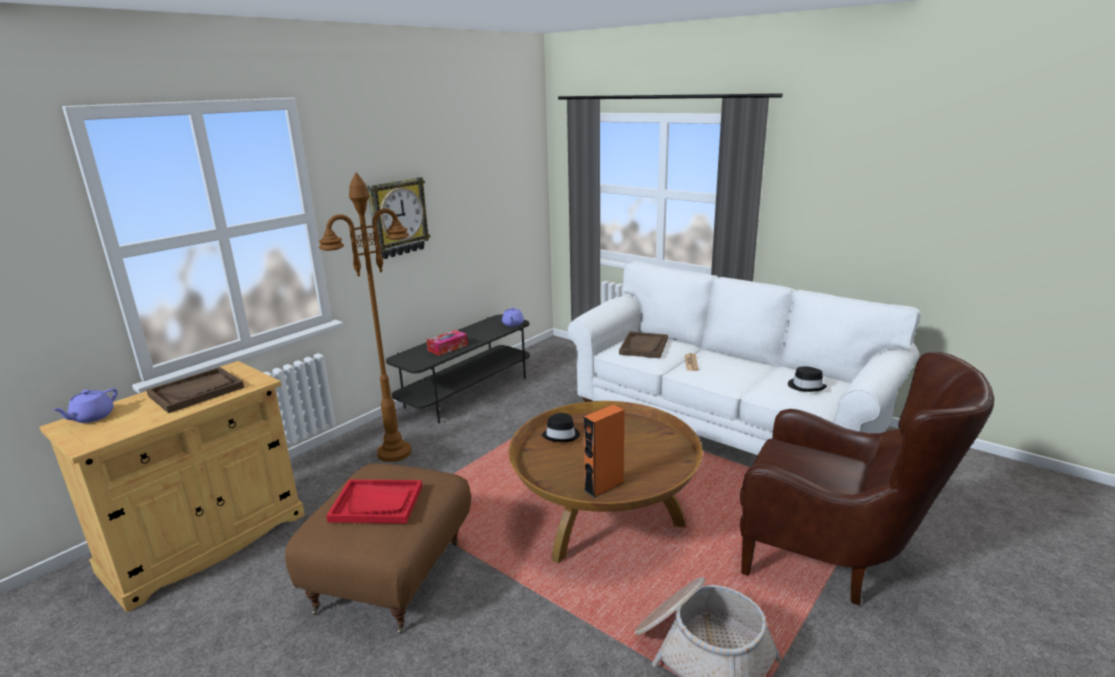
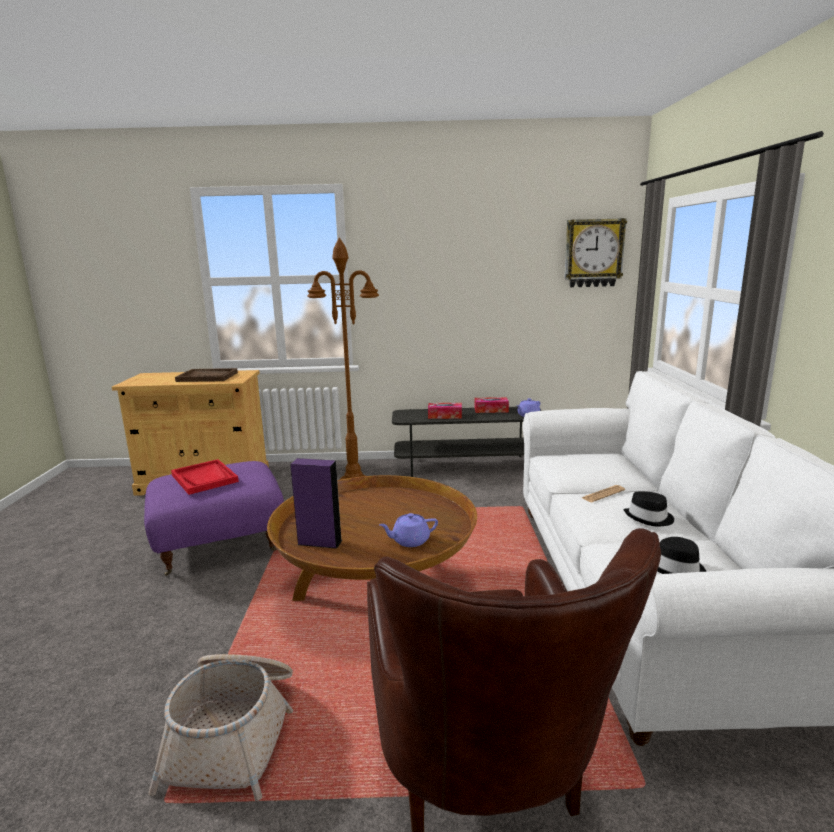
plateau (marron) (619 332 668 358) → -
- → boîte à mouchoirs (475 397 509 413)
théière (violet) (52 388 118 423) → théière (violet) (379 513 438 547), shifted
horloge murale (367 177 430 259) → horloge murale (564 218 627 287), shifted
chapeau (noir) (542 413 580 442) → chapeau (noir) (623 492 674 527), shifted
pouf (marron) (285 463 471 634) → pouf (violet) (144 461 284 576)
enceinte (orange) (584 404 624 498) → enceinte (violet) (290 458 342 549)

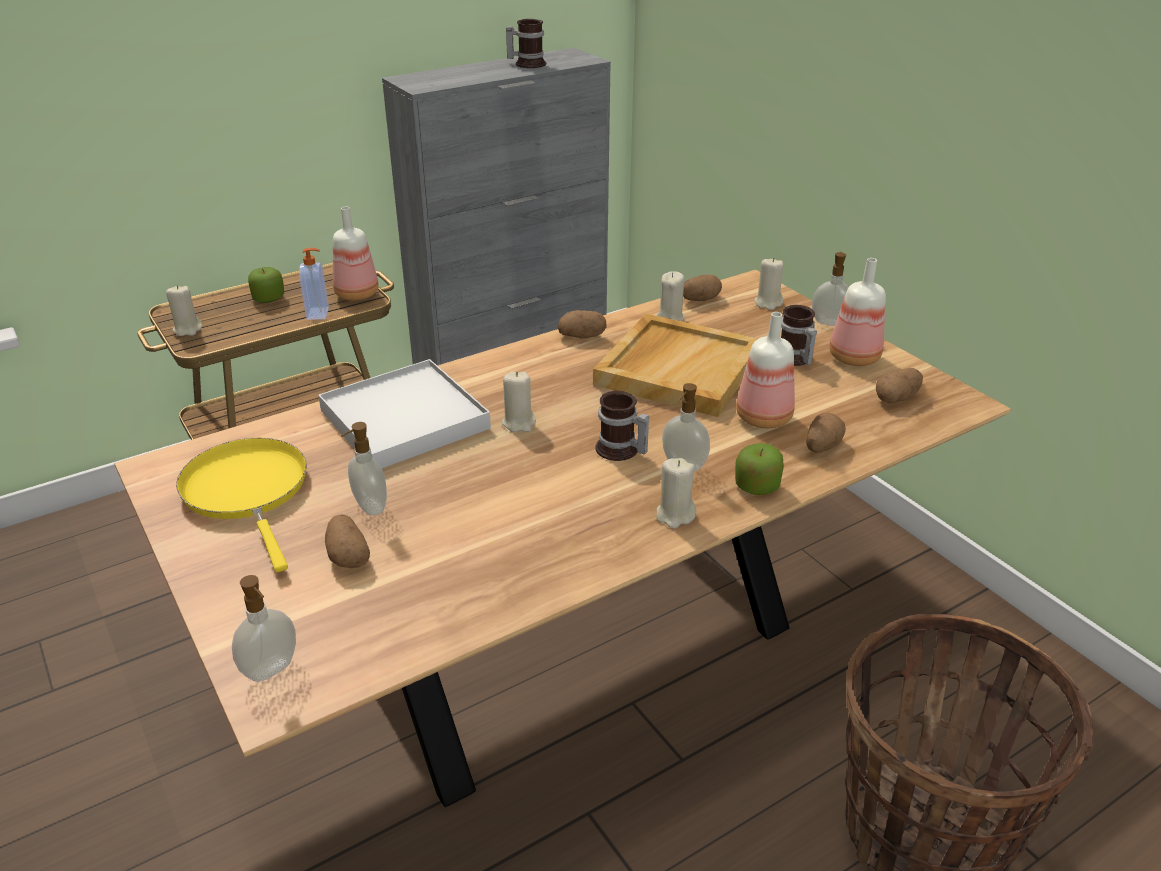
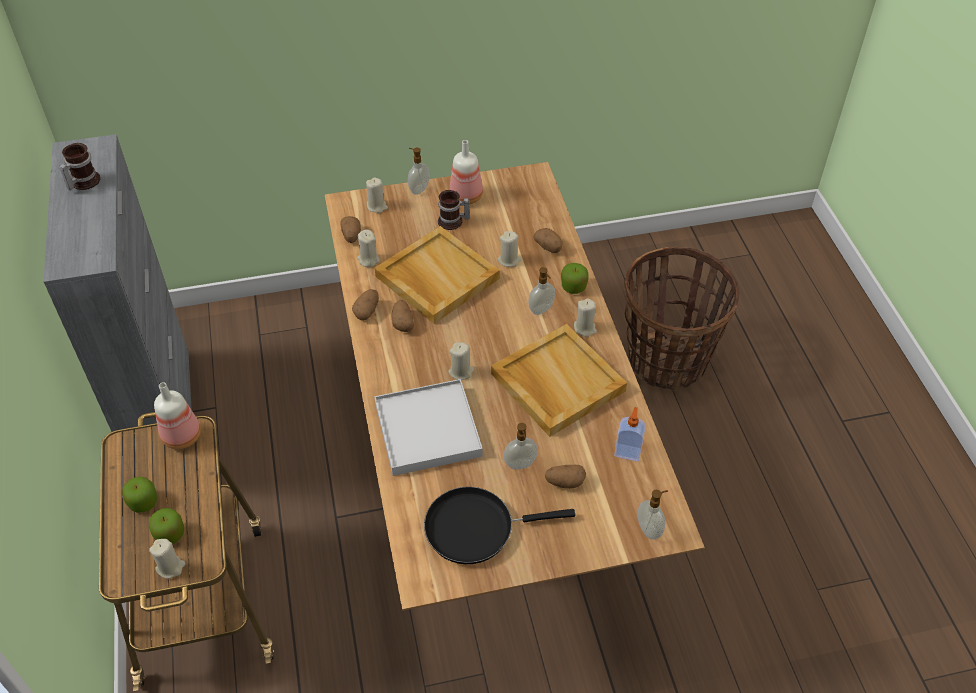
mug (595 391 649 461) → -
- → pomme (149 508 184 544)
- → plateau (beige) (491 324 627 437)
distributeur de savon (299 248 329 320) → distributeur de savon (614 407 646 462), shifted
pomme de terre (876 368 923 403) → pomme de terre (391 300 414 332), shifted
bouteille (736 312 795 428) → bougie (beige) (498 231 521 267)
poêle (jaune) (176 438 307 572) → poêle (noir) (424 487 575 564)

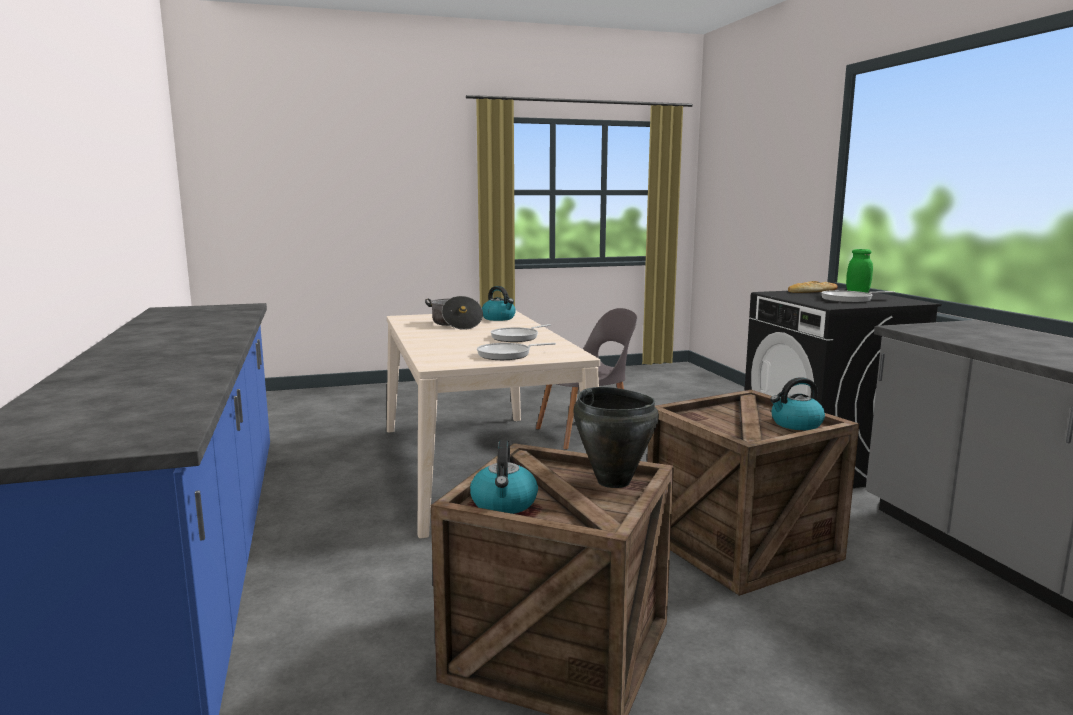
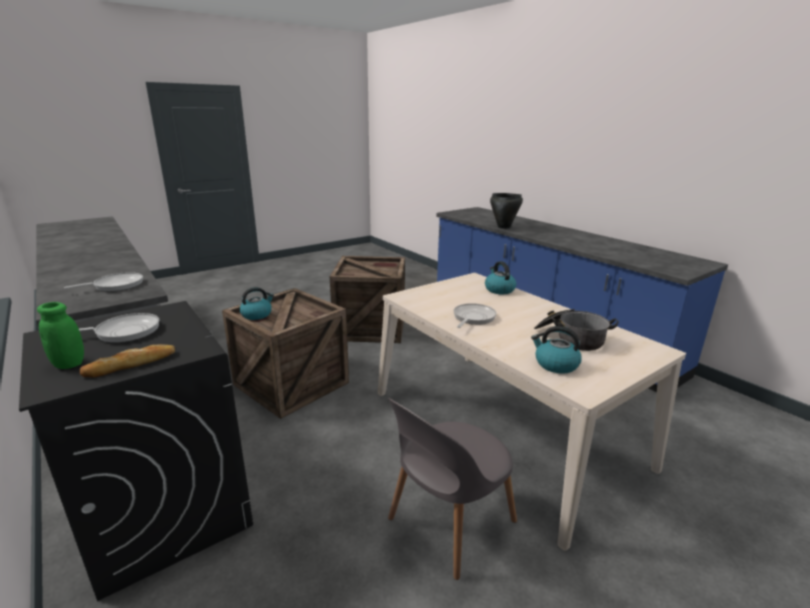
bouilloire (470 440 538 514) → bouilloire (485 261 516 294), shifted
poêle (477 343 556 360) → poêle (64 272 143 292), shifted
marmite (noir) (573 387 659 488) → marmite (noir) (490 193 523 229), shifted

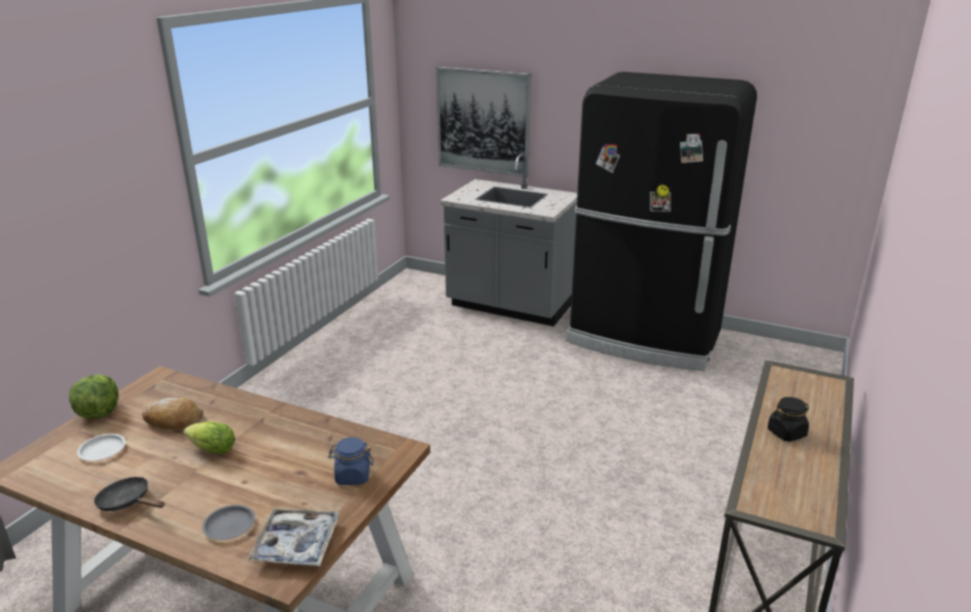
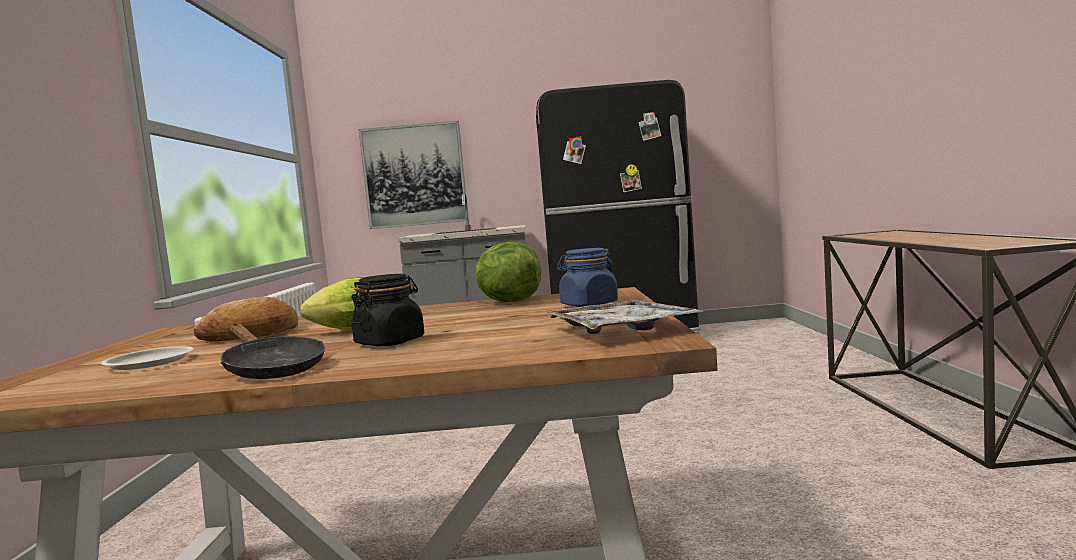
assiette (gris) (202 505 255 540) → -
laitue (69 374 119 419) → laitue (475 242 541 302), shifted
bocal (noir) (768 397 809 442) → bocal (noir) (351 274 424 346), shifted
poêle (noir) (94 477 165 511) → poêle (noir) (221 323 325 379), 135 degrees counterclockwise

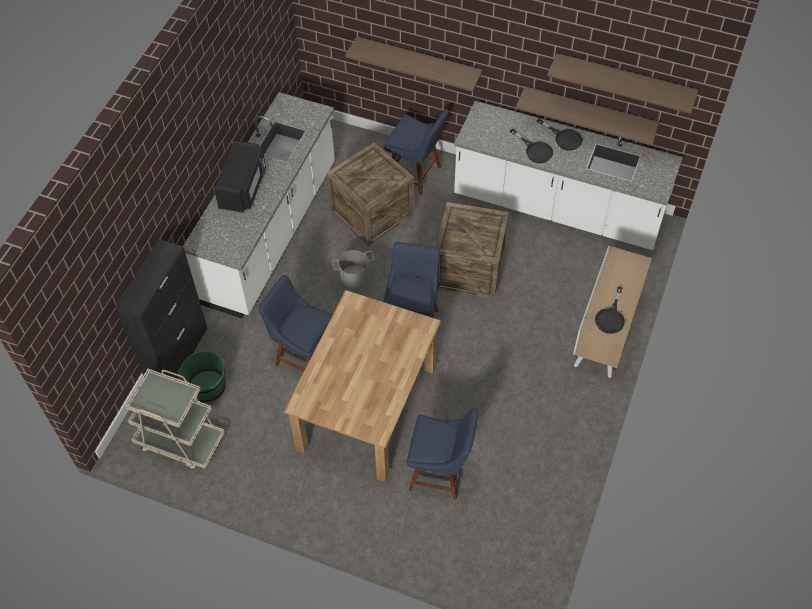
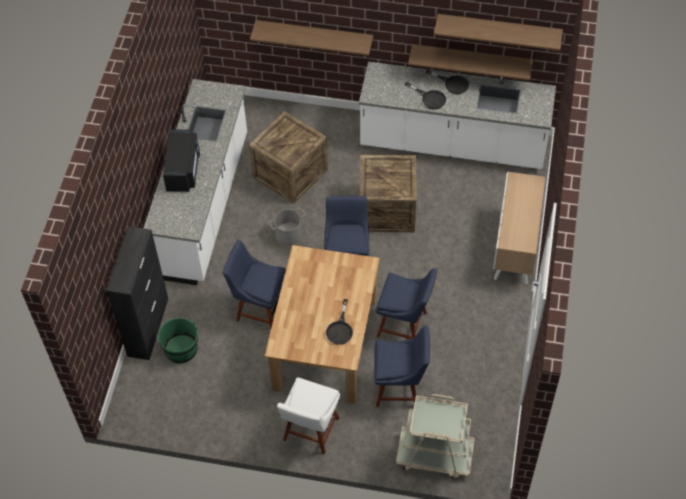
- → chaise (blanc) (277 377 340 455)
chariot (beige) (125 369 225 469) → chariot (beige) (396 394 475 479), shifted
chaise (bleu) (384 109 449 195) → chaise (bleu) (376 268 437 339), shifted
poêle (noir) (595 286 625 334) → poêle (noir) (326 299 353 345), shifted

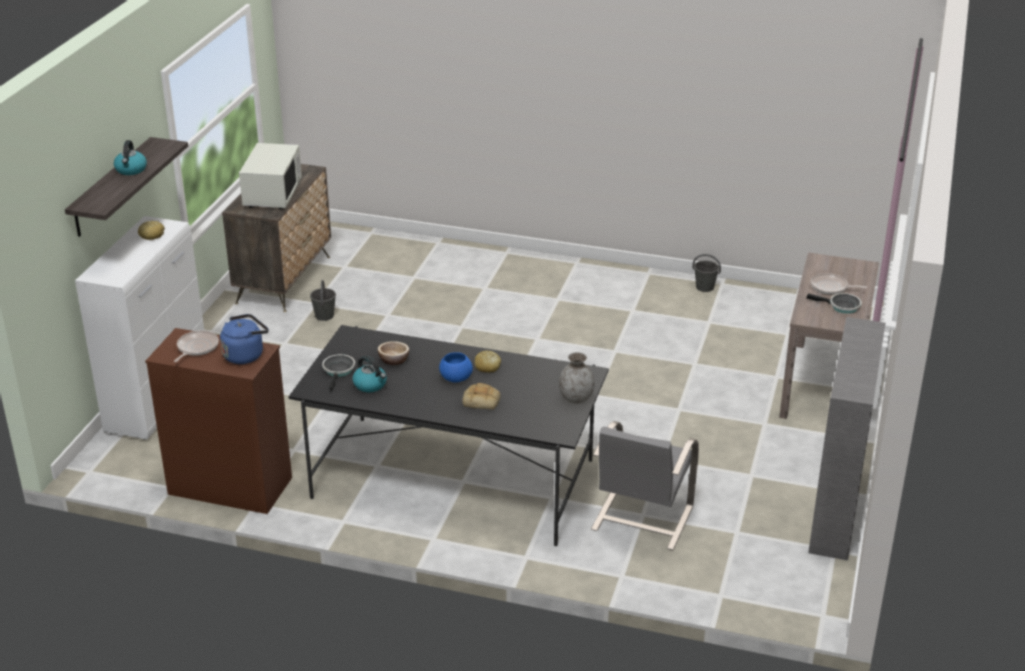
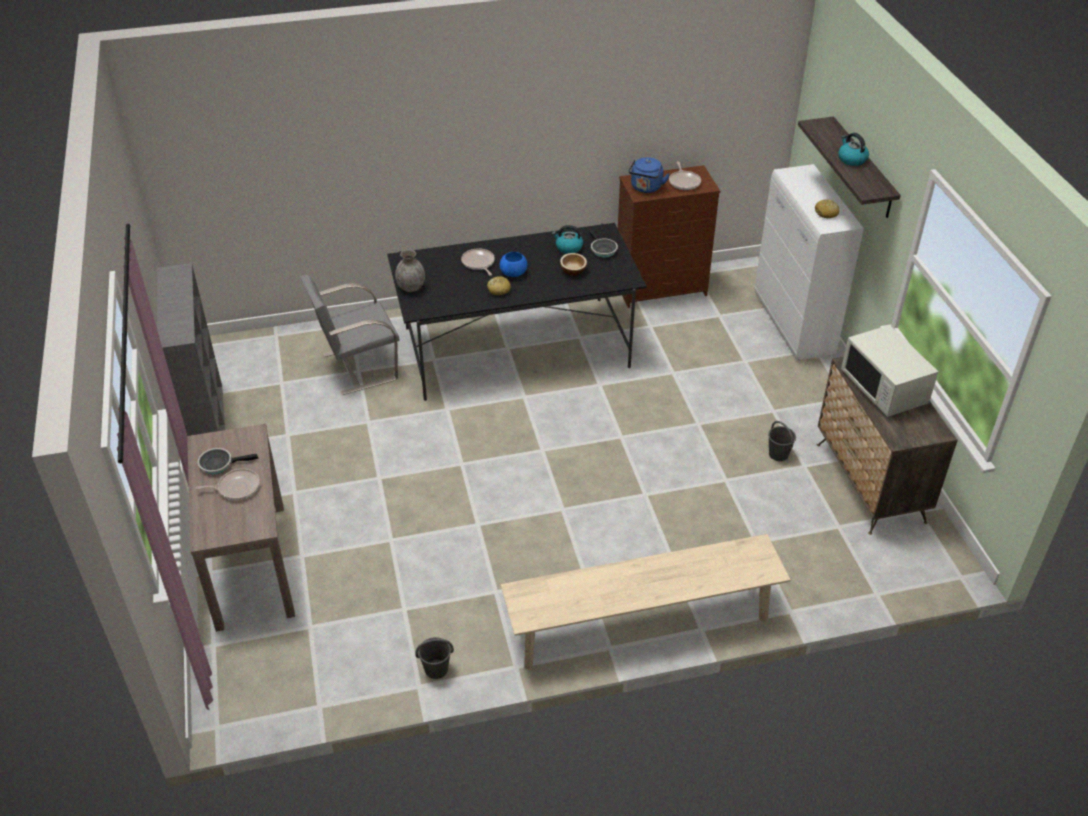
- → banc (beige) (501 534 791 670)
pain (462 383 501 410) → poêle (461 248 495 276)
chaise (gris) (591 421 699 550) → chaise (gris) (300 275 400 395), 105 degrees counterclockwise

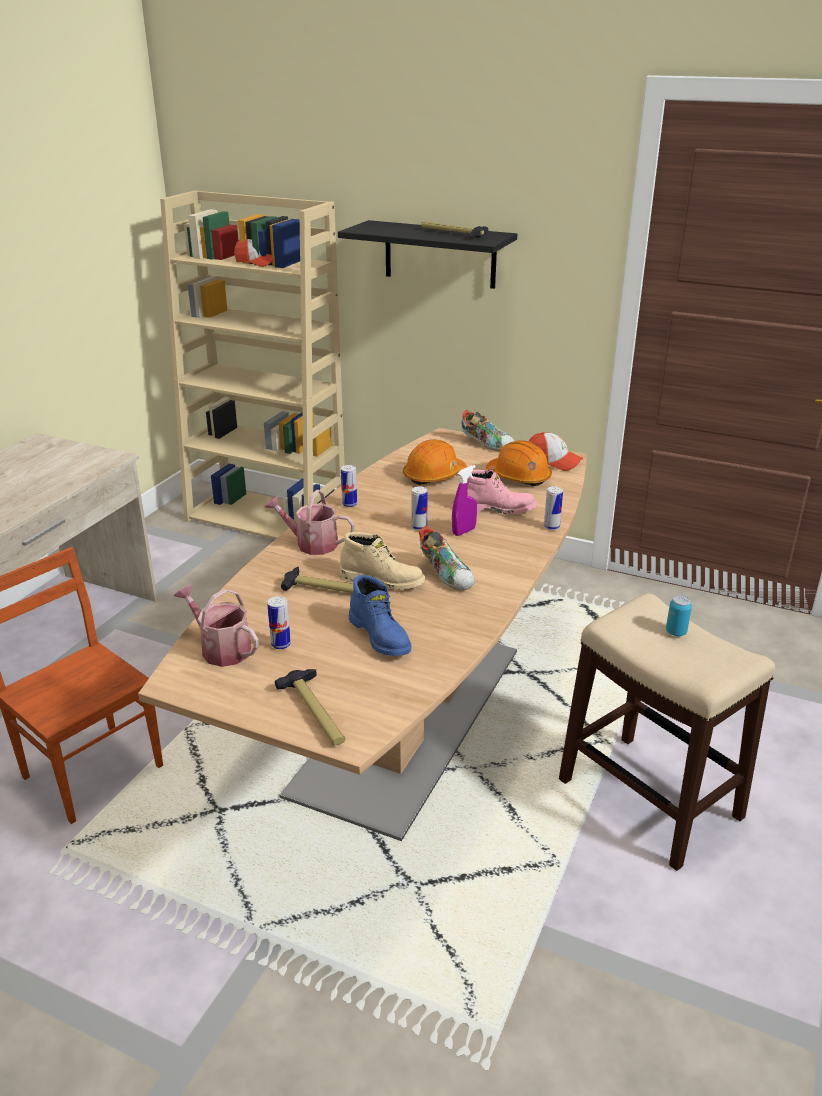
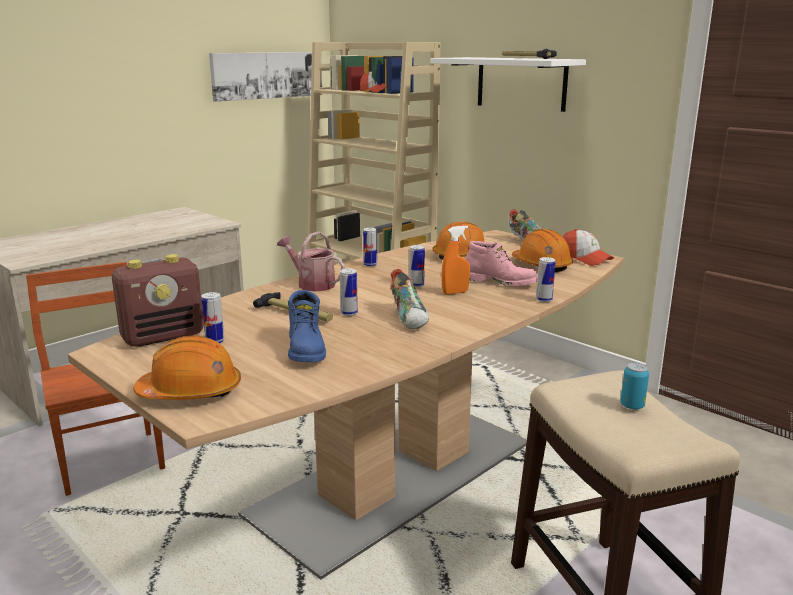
- → tableau (209 52 322 102)
arrosoir (174 584 259 667) → radio (112 254 204 347)
marteau (275 669 345 745) → casque de chantier (orange) (133 335 241 400)
botte (beige) (340 532 425 590) → boîte métallique (340 268 358 316)
étagère (noir) (338 220 517 289) → étagère (blanc) (431 57 586 112)
vaporisateur (violet) (452 465 477 536) → vaporisateur (orange) (441 225 470 295)

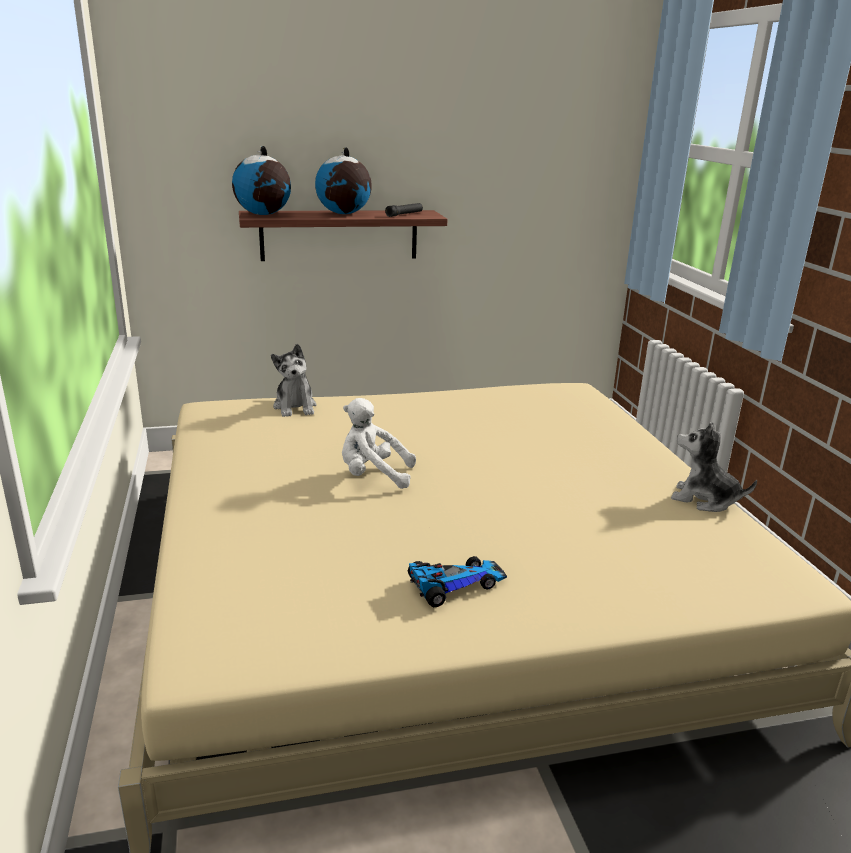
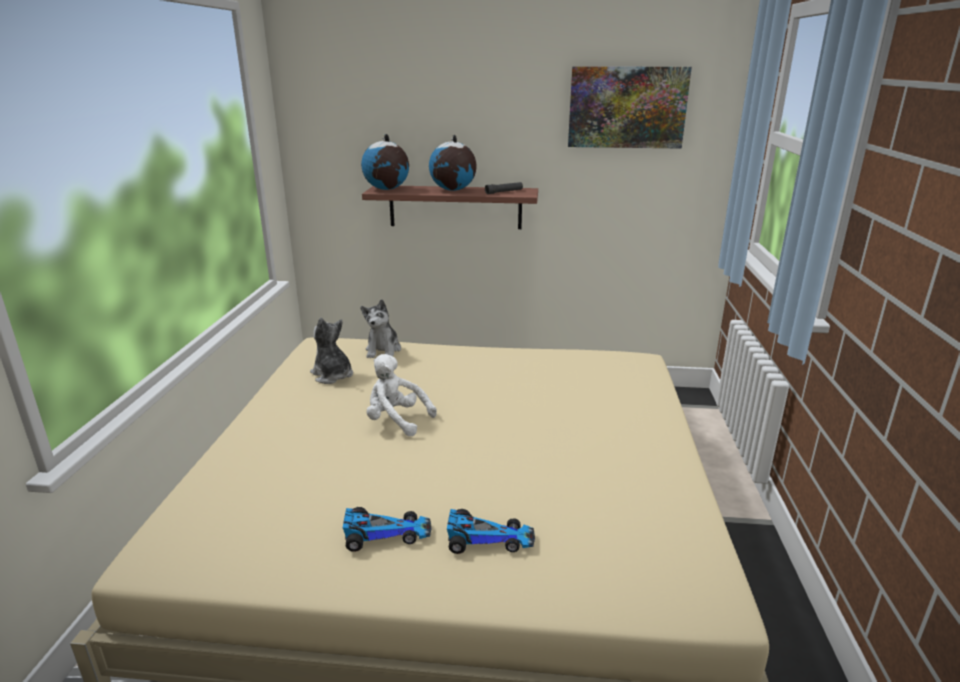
- → petite voiture (447 509 535 554)
- → tableau (568 67 692 149)
peluche (671 423 757 512) → peluche (310 318 353 384), shifted

